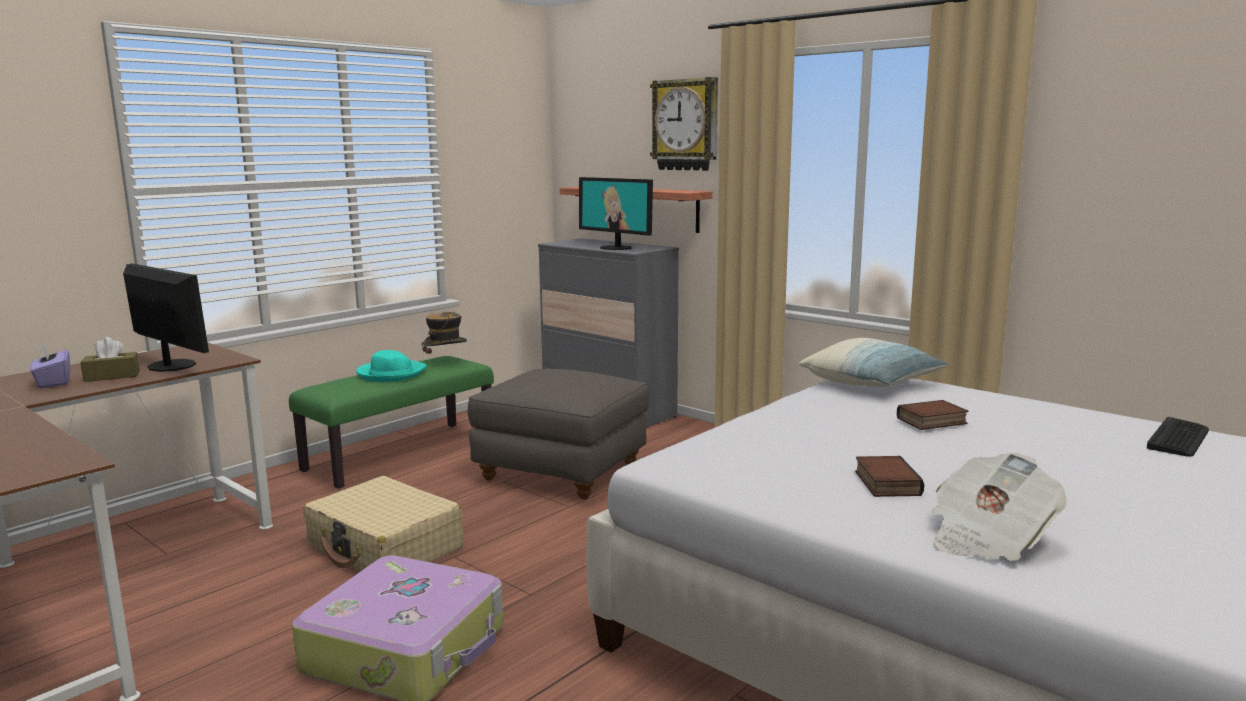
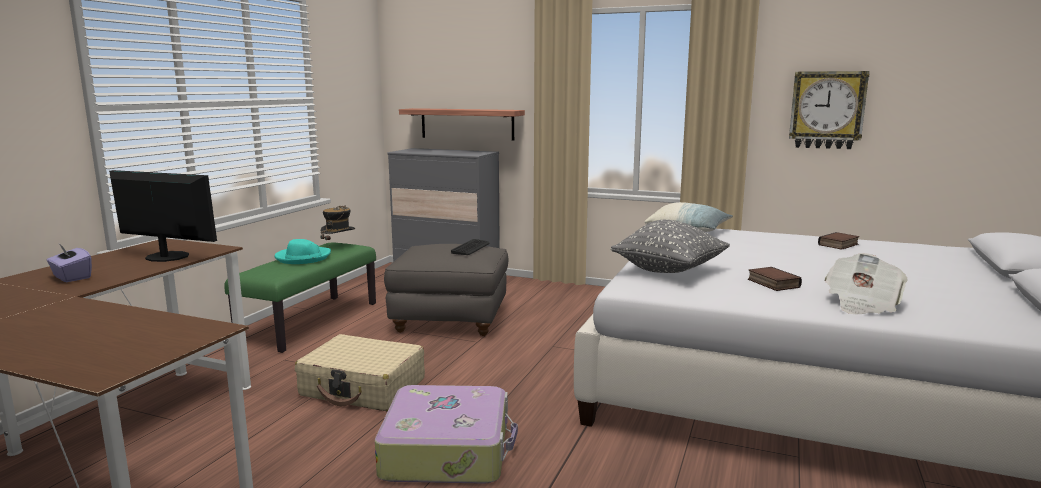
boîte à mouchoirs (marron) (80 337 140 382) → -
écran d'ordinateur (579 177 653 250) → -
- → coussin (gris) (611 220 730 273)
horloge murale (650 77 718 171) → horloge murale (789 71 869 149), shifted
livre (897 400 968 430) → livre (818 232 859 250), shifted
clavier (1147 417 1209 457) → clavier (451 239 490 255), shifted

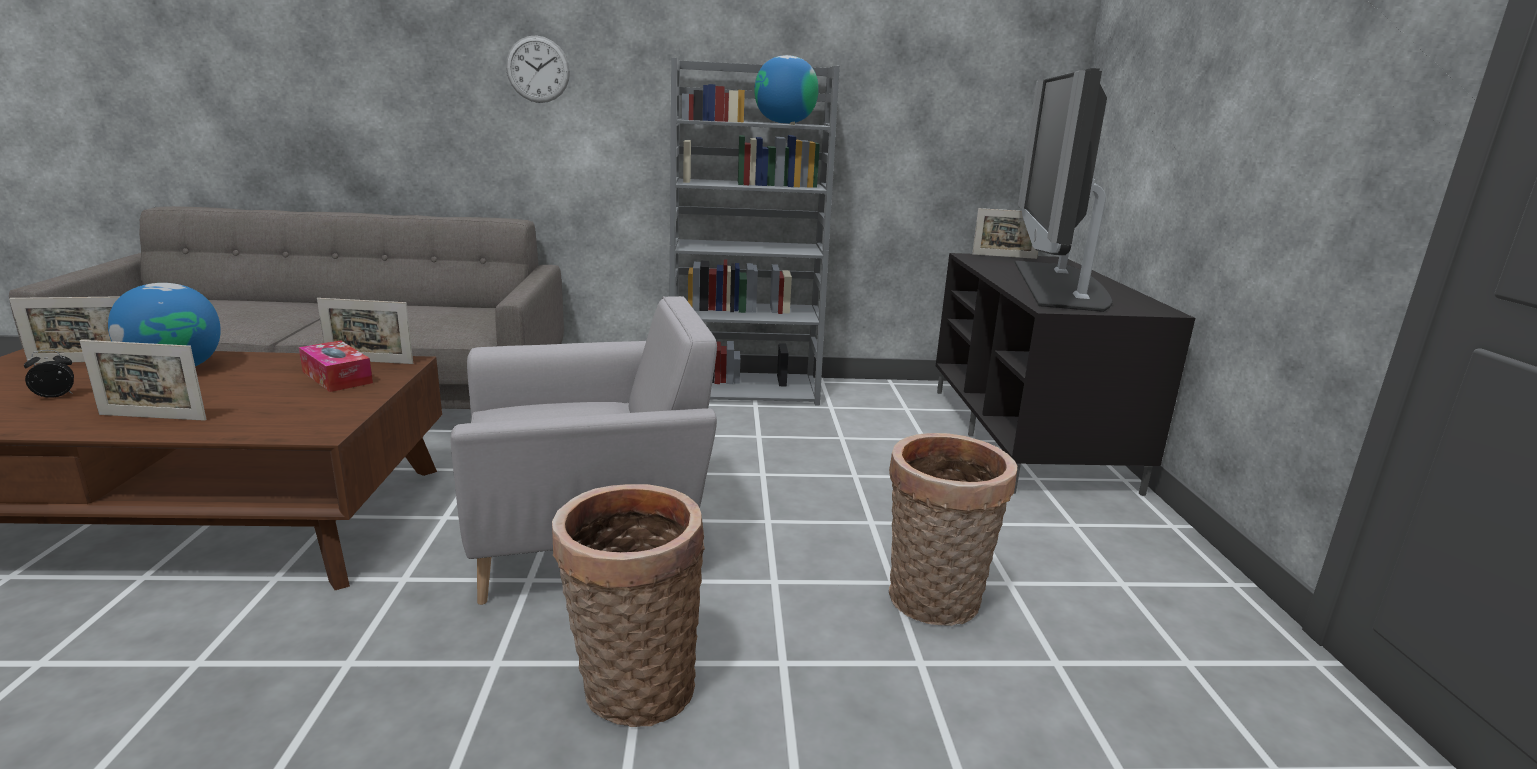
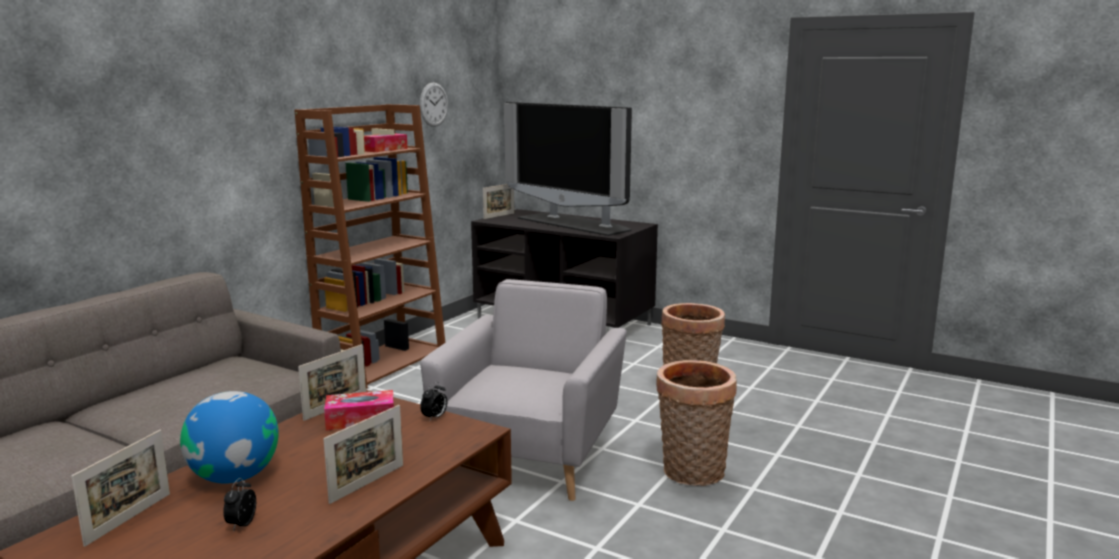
- → réveil (420 382 447 421)
horloge murale (506 35 570 103) → horloge murale (420 82 448 127), shifted
globe (754 55 819 124) → boîte à mouchoirs (364 134 408 152)
bibliothèque (gris) (669 57 840 406) → bibliothèque (marron) (295 104 445 389)

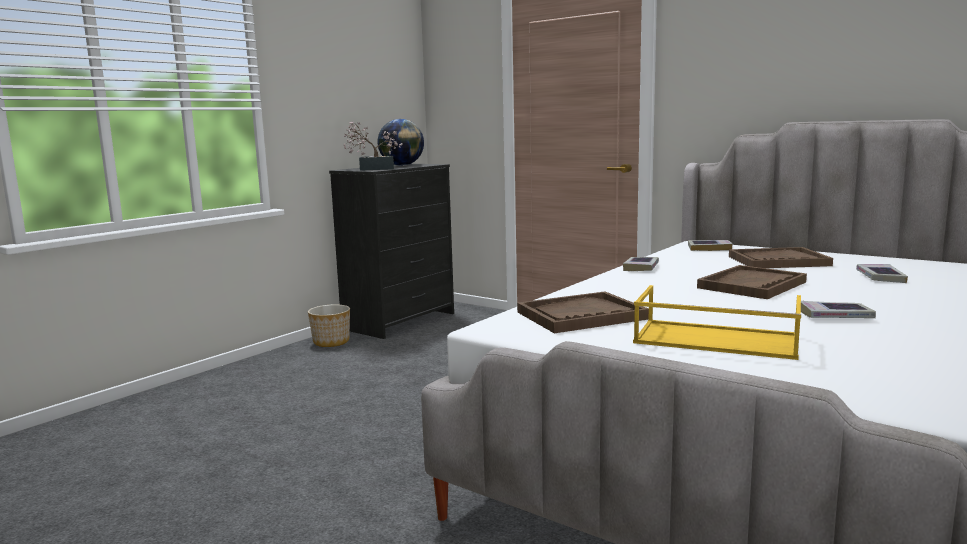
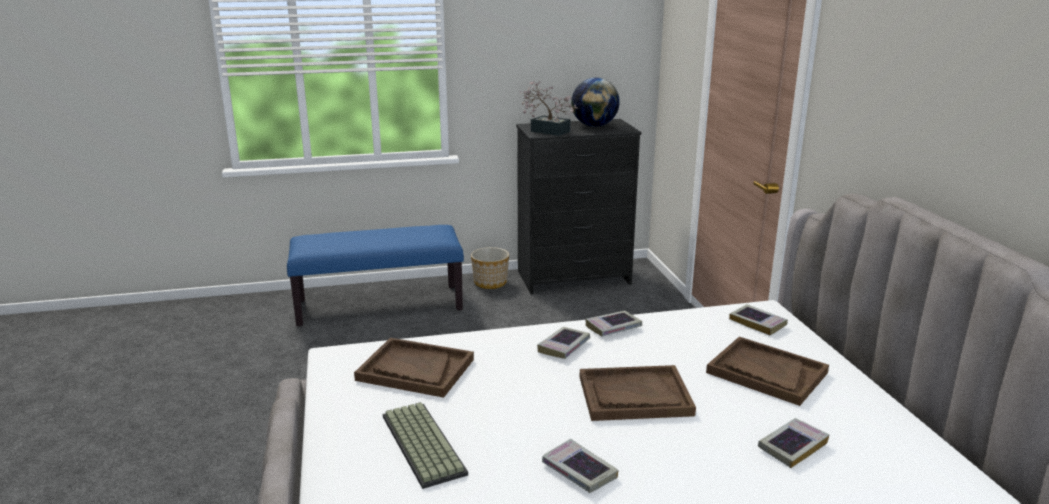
- → banc (bleu) (287 225 464 326)
- → livre (537 327 590 359)
plateau (jaune) (633 285 801 360) → clavier (383 402 468 489)

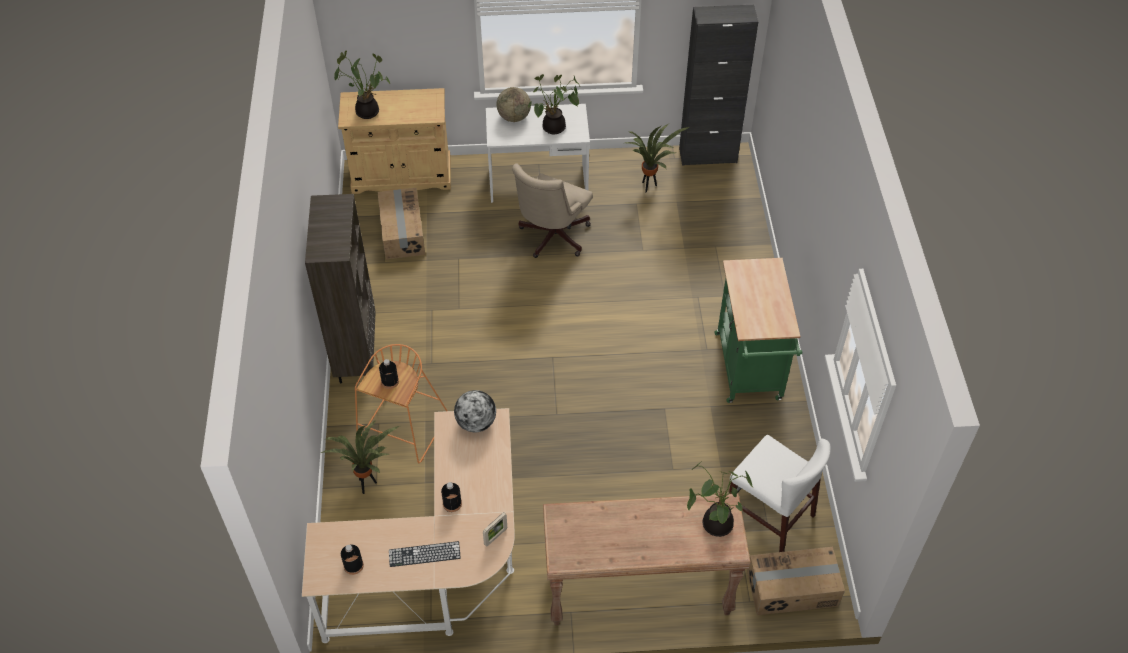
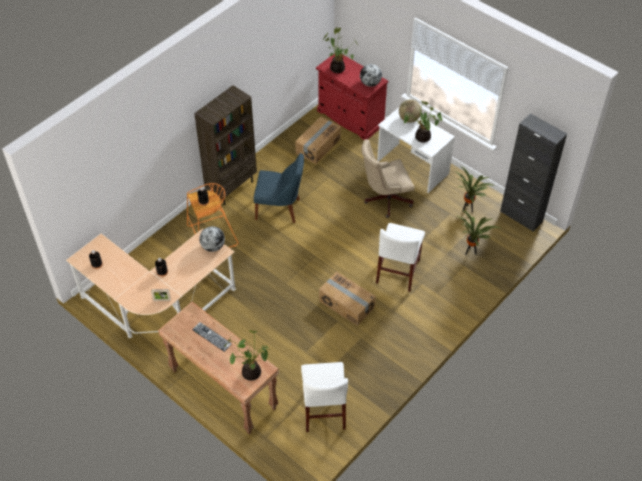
chariot (vert) (714 258 802 403) → -
- → chaise (bleu) (254 153 304 223)
- → globe (360 64 382 87)
- → chaise (blanc) (376 223 425 292)
plante en pot (320 420 399 494) → plante en pot (456 210 500 255), shifted
clavier (389 541 461 567) → clavier (192 322 232 352), shifted
carton (747 547 845 615) → carton (319 271 376 326), shifted
meuble de rangement (beige) (338 88 451 194) → meuble de rangement (rouge) (316 53 388 140)

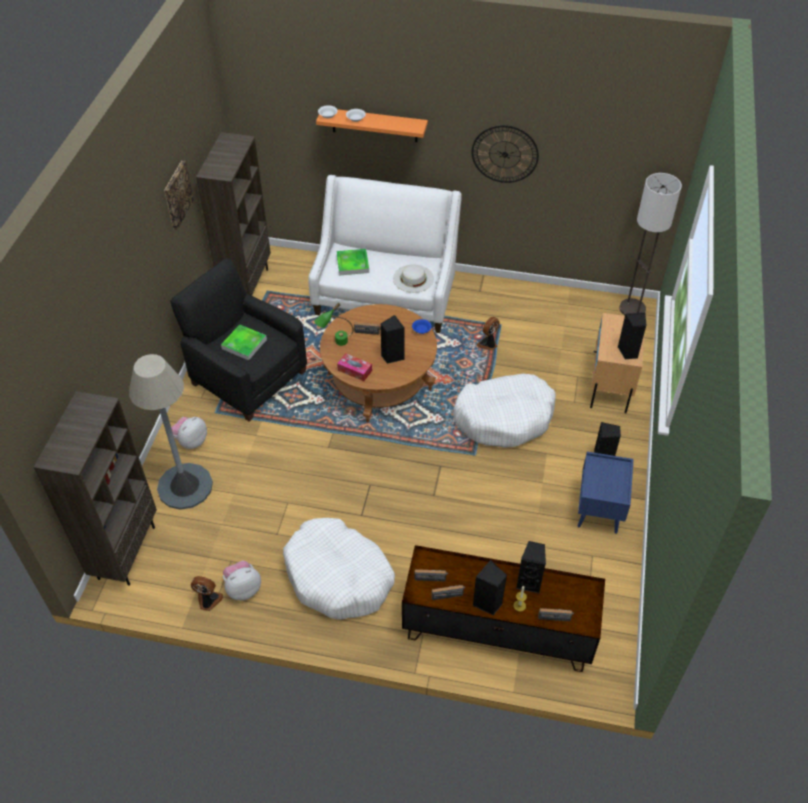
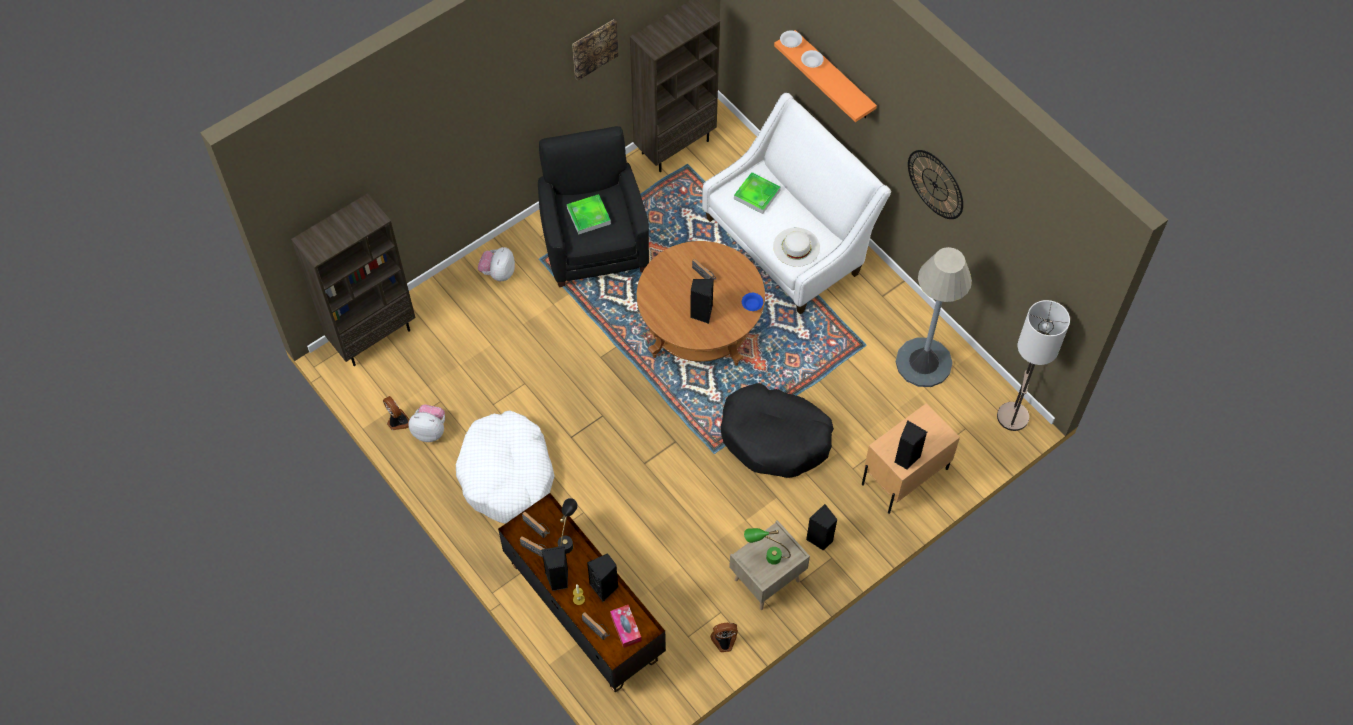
- → lampe de table (noir) (558 498 578 554)
lampadaire (gris) (129 354 213 510) → lampadaire (gris) (895 247 972 387), shifted
lampe de table (vert) (314 303 354 346) → lampe de table (vert) (744 528 791 565), shifted
boîte à mouchoirs (337 353 372 381) → boîte à mouchoirs (610 605 642 648), shifted
ventilateur (477 317 500 351) → ventilateur (710 623 738 652), shifted
panier pour chien (blanc) (453 374 556 448) → panier pour chien (noir) (721 383 834 478)
table de chevet (bleu) (578 452 634 534) → table de chevet (beige) (729 520 810 610)
peluche (171 417 207 449) → peluche (478 247 515 281), 60 degrees counterclockwise

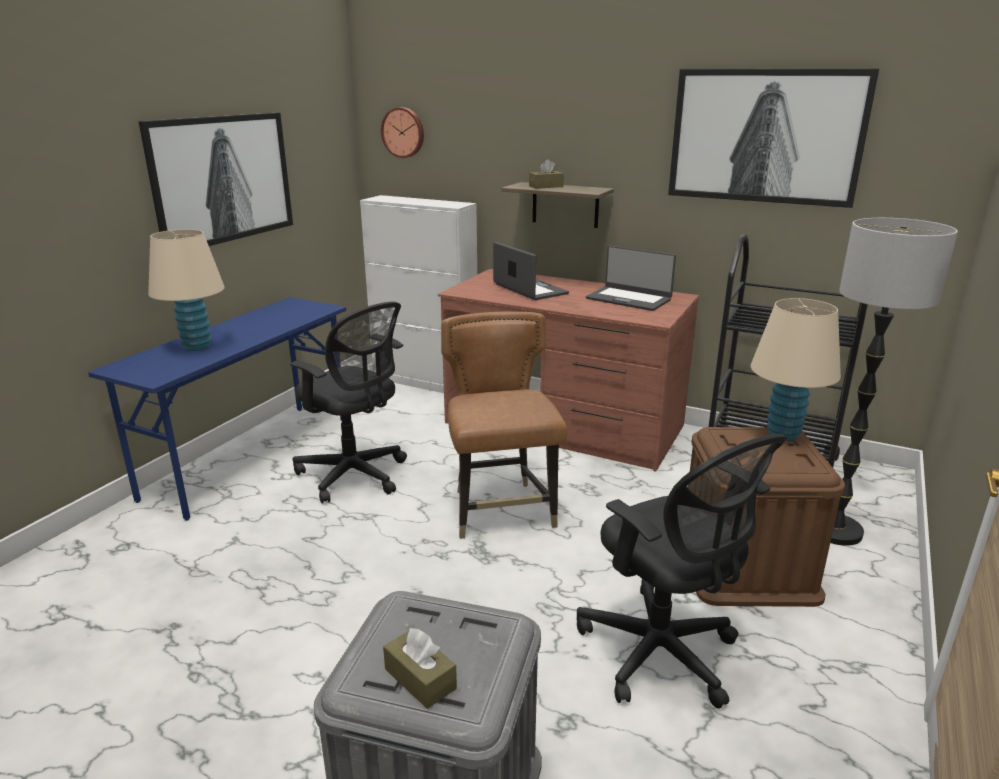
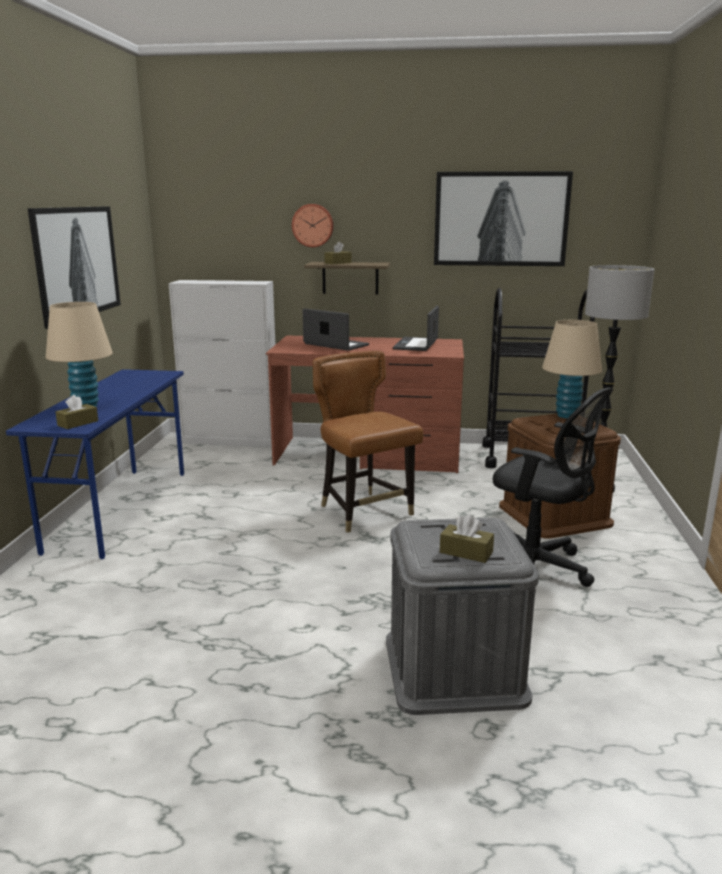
chaise de bureau (noir) (290 302 407 504) → -
- → boîte à mouchoirs (marron) (55 395 98 429)
horloge murale (381 107 424 158) → horloge murale (292 204 334 247), shifted
ordinateur portable (586 245 676 311) → ordinateur portable (393 306 439 351), 90 degrees clockwise

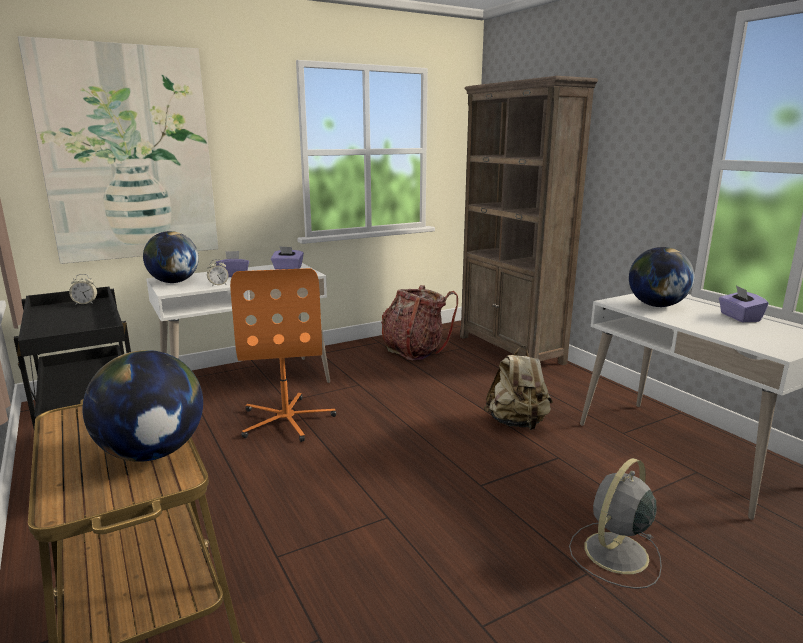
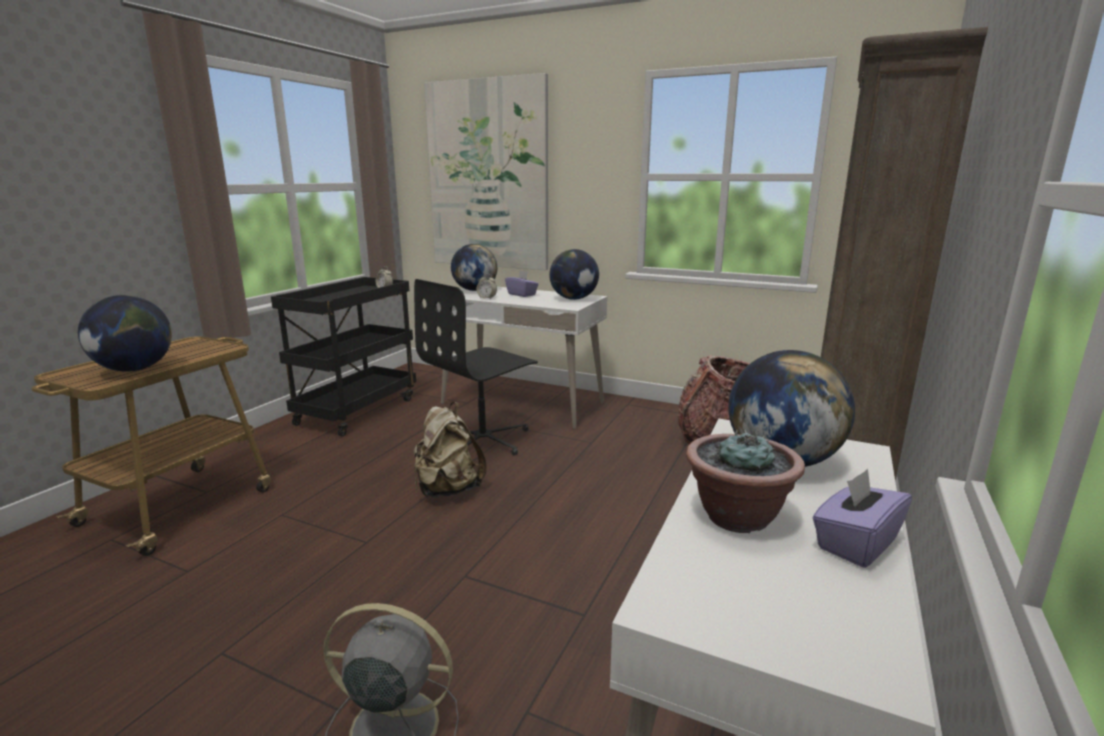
- → plante en pot (686 430 805 533)
sac à dos (beige) (484 346 553 430) → sac à dos (beige) (413 402 487 497), shifted
boîte à mouchoirs (violet) (271 246 304 270) → globe (549 249 599 300)
chaise de bureau (orange) (230 268 336 442) → chaise de bureau (noir) (414 279 538 455)

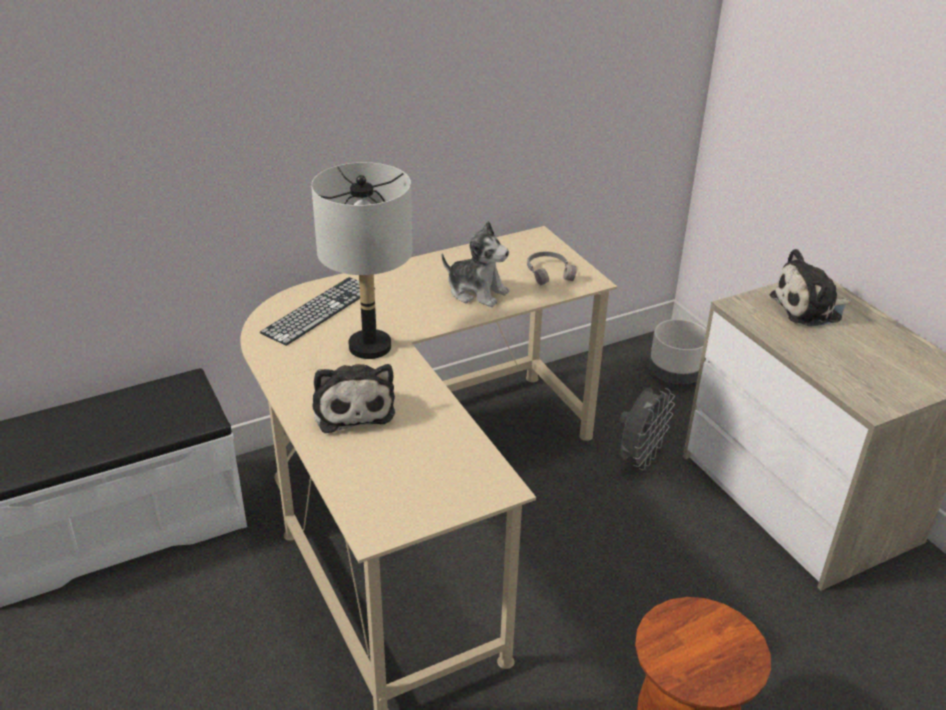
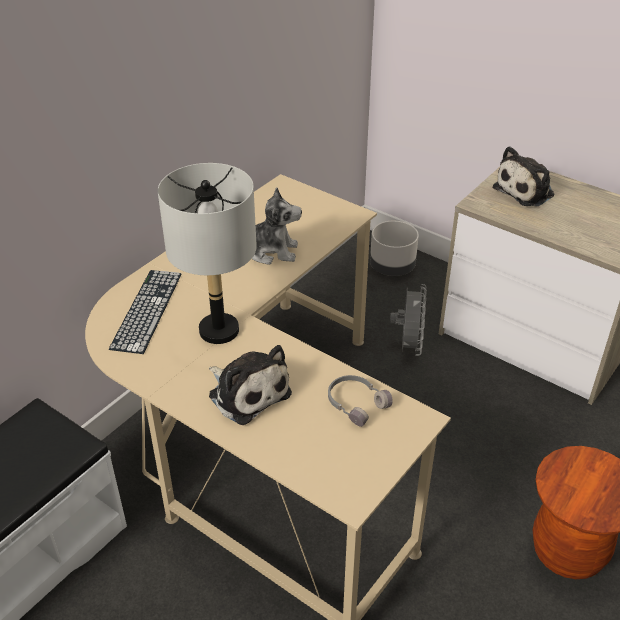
casque audio (gris) (527 252 577 285) → casque audio (gris) (328 375 393 427), shifted

